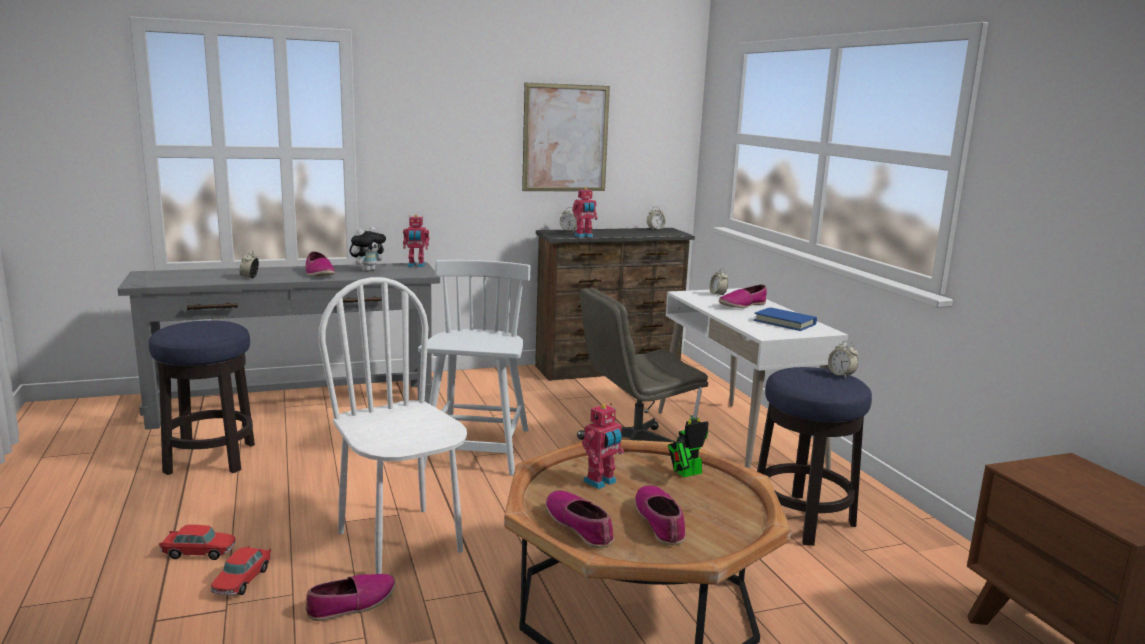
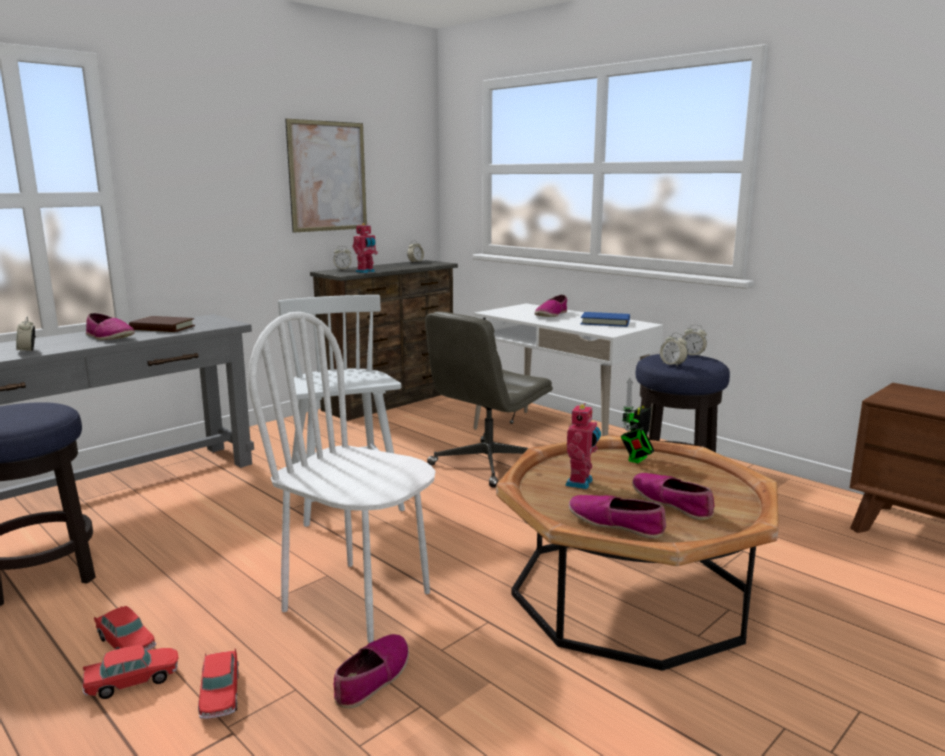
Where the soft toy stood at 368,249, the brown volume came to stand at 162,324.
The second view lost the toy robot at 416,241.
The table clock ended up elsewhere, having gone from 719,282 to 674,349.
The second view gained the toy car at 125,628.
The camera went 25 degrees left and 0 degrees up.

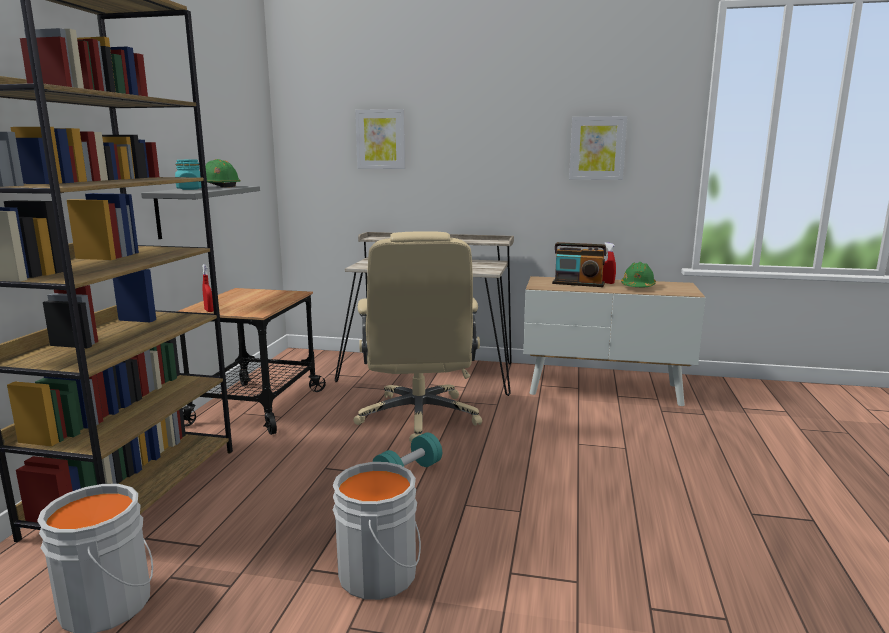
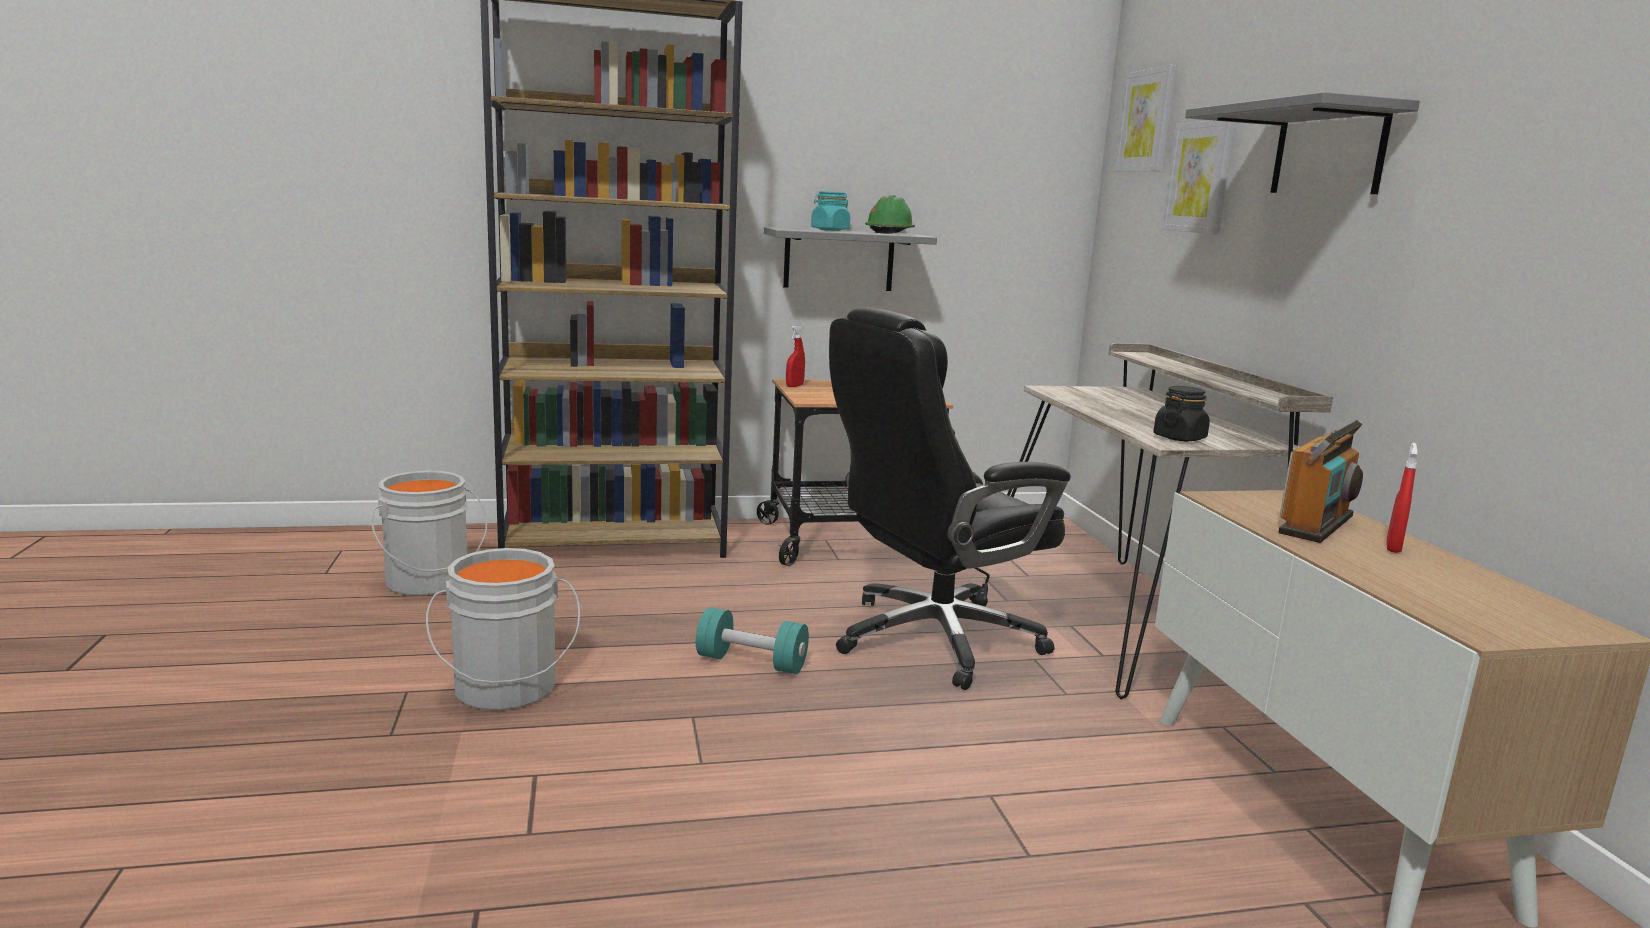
What was the beige-coloured office chair at 417,336 turned into the black office chair at 950,498.
The radio set at 579,264 ended up facing another way, 135 degrees counterclockwise from before.
The wall picture ended up elsewhere, having gone from 598,148 to 1145,118.
The second view lost the green work helmet at 638,274.
The second view gained the black preserve jar at 1181,413.
The second view gained the gray shelf at 1302,143.
The camera went 65 degrees right and 0 degrees up.

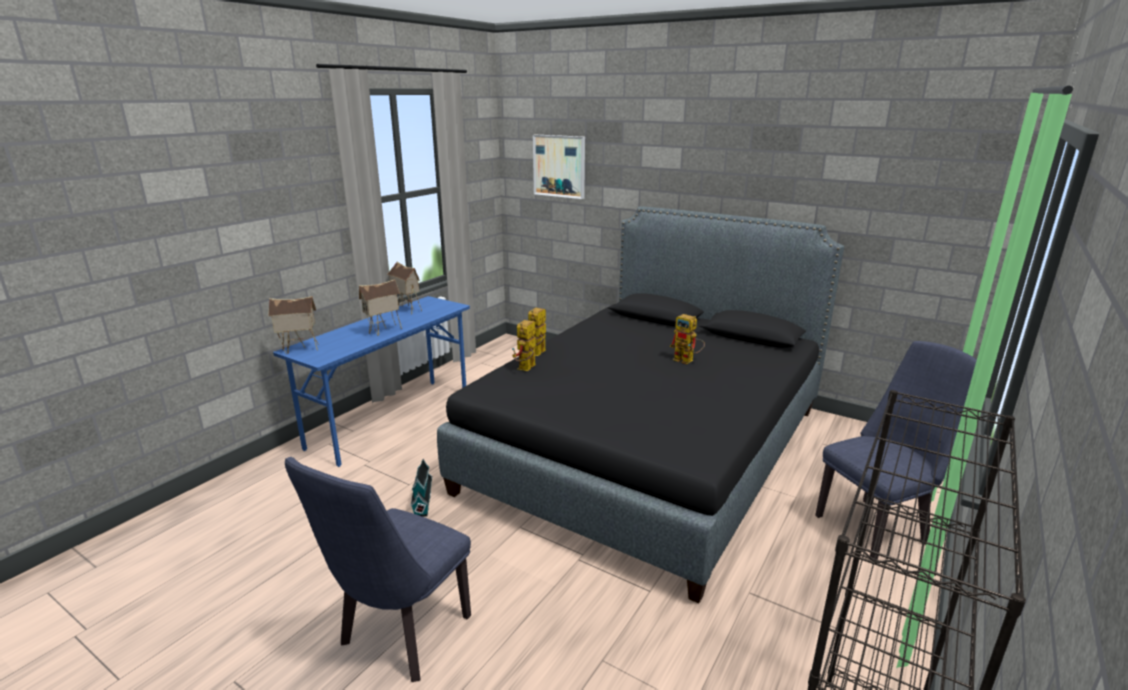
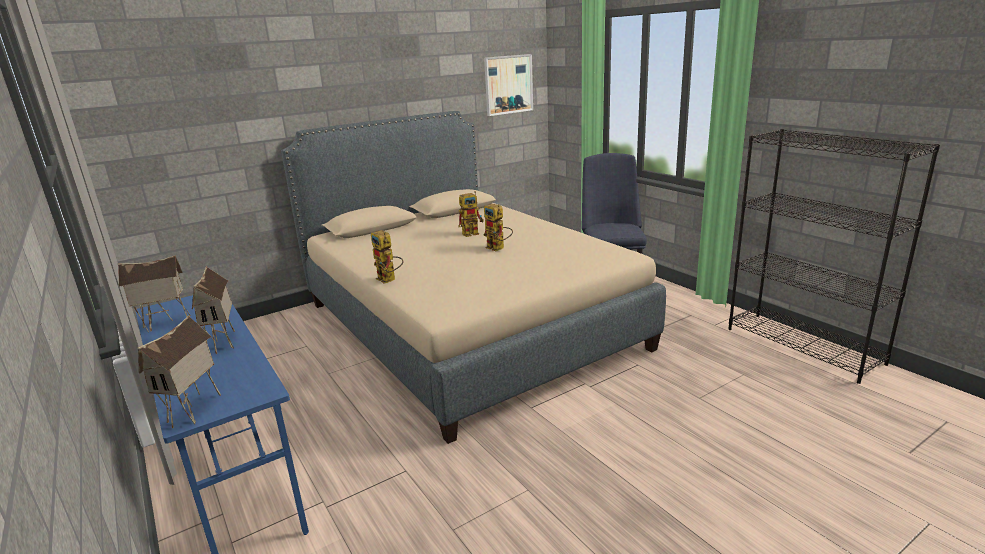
The second view lost the blue upright chair at 378,569.
The second view lost the model house at 421,488.
What was the black bed at 640,405 turned into the beige-coloured bed at 473,277.
The toy robot ended up elsewhere, having gone from 524,345 to 498,227.
The wall picture ended up elsewhere, having gone from 559,167 to 508,85.
The camera went 65 degrees left and 0 degrees up.

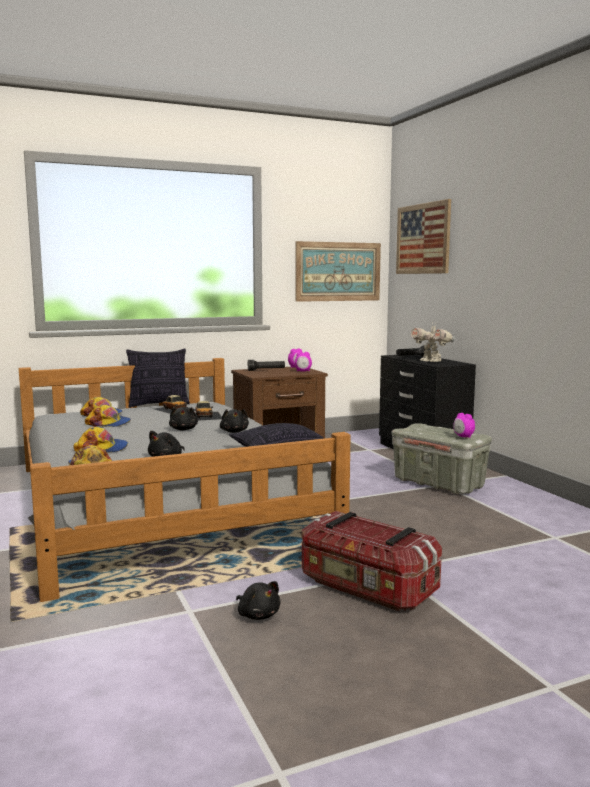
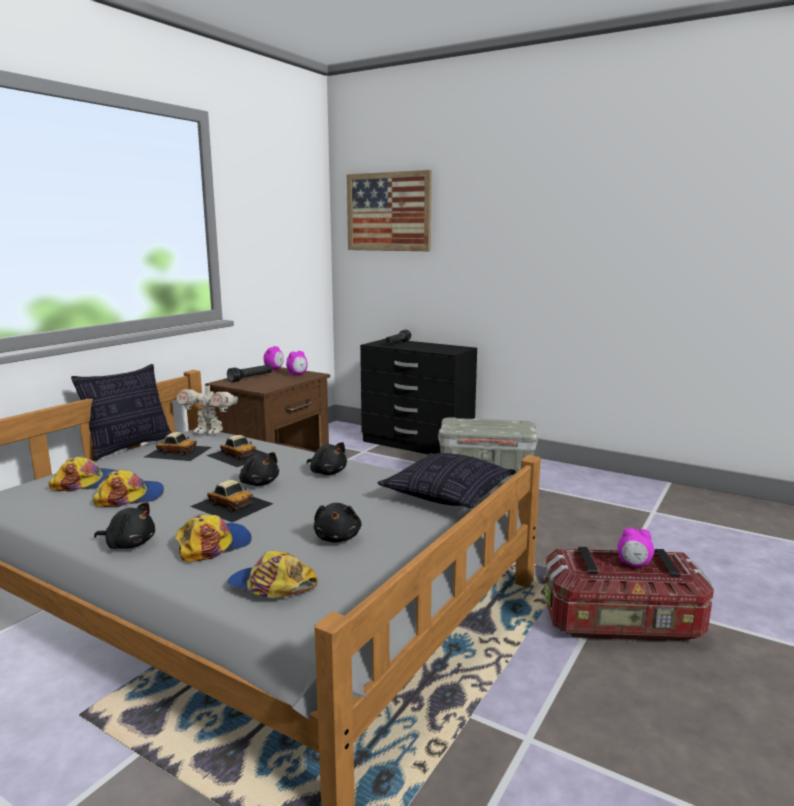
The black soft toy ended up elsewhere, having gone from 258,600 to 124,525.
The second view lost the wall picture at 338,271.
The toy robot ended up elsewhere, having gone from 433,342 to 207,408.
The table clock ended up elsewhere, having gone from 464,425 to 636,547.
The second view gained the toy car at 231,501.
The camera went 35 degrees left and 5 degrees up.

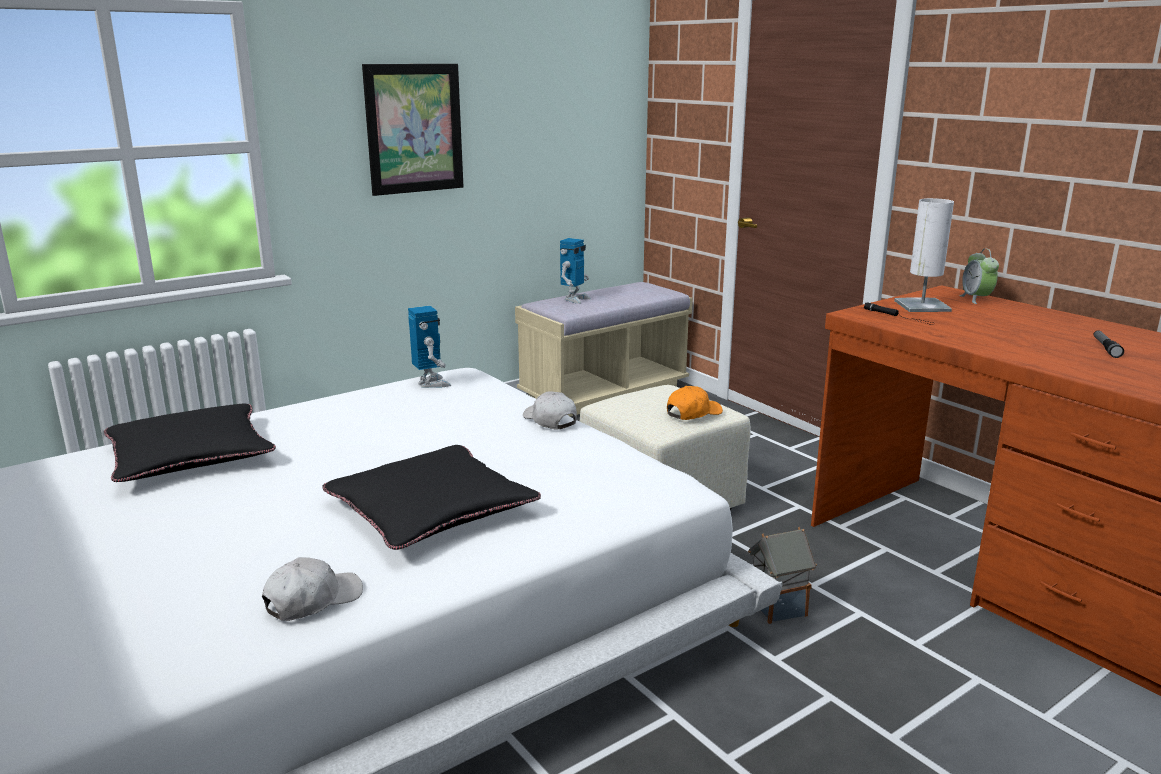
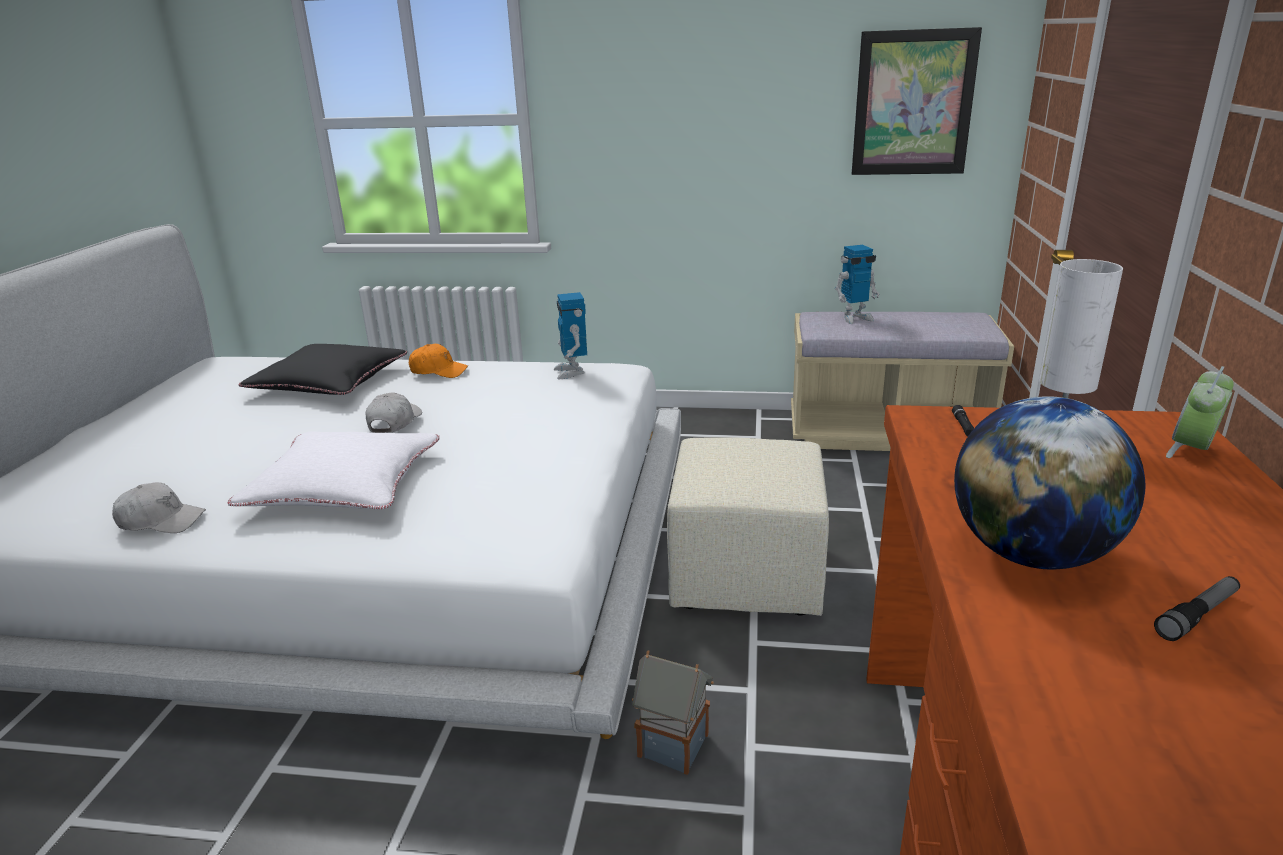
What was the black throw pillow at 431,497 turned into the white throw pillow at 334,470.
The wall picture ended up elsewhere, having gone from 413,130 to 917,101.
The toy robot at 429,347 ended up facing another way, 150 degrees clockwise from before.
The white baseball cap ended up elsewhere, having gone from 550,410 to 393,412.
The orange-coloured baseball cap ended up elsewhere, having gone from 695,403 to 438,361.
The second view gained the globe at 1050,483.
The camera went 45 degrees right and 5 degrees up.

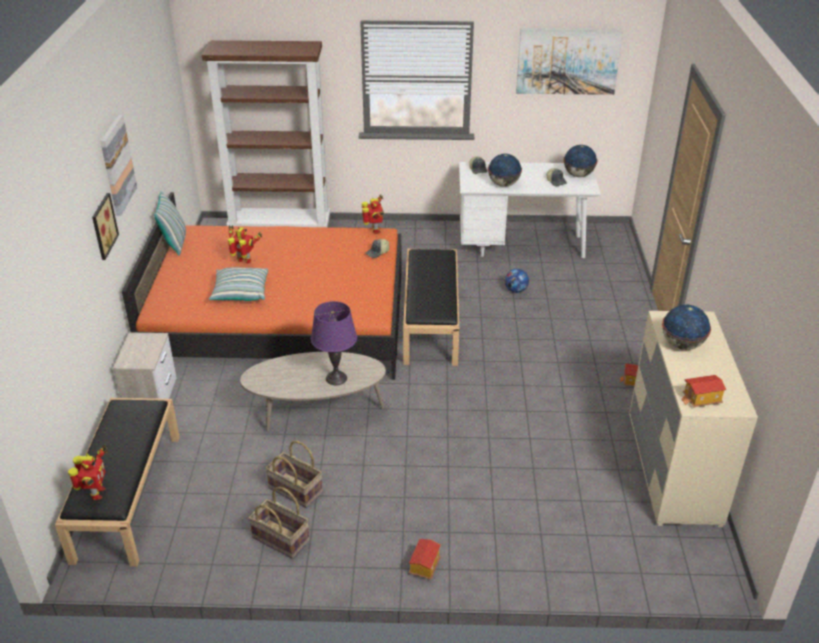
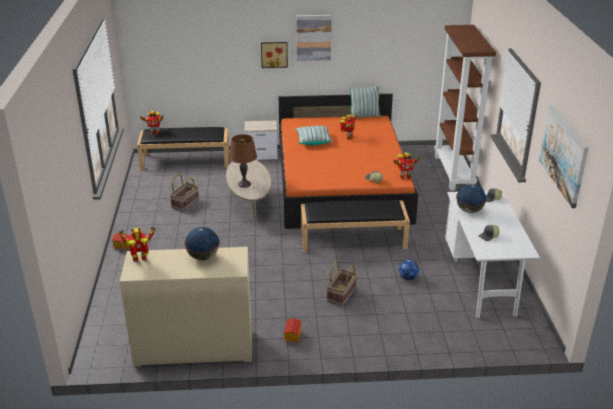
The storage basket ended up elsewhere, having gone from 279,523 to 342,283.
What was the purple tabletop lamp at 334,343 turned into the brown tabletop lamp at 243,161.
The second view lost the globe at 580,161.
Where the model house stood at 703,391, the toy robot came to stand at 137,244.
The camera went 85 degrees right and 5 degrees down.

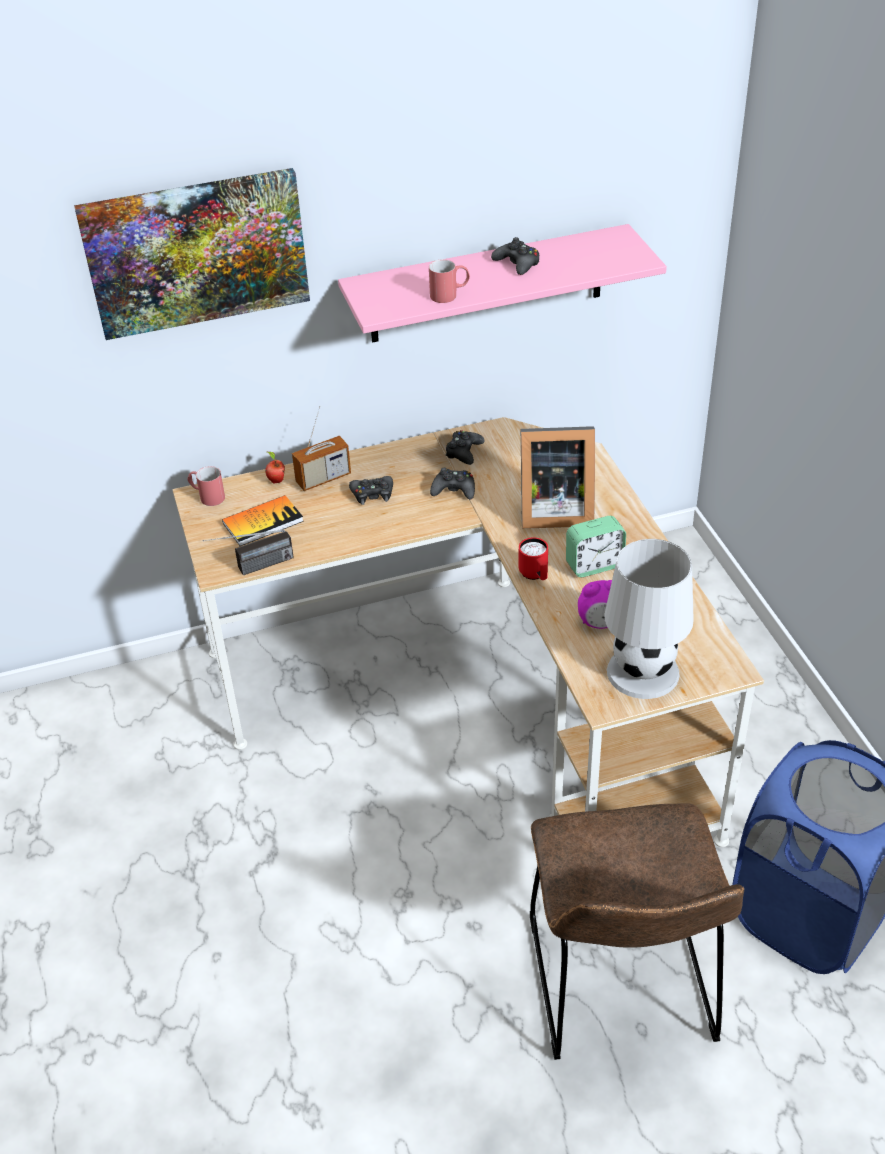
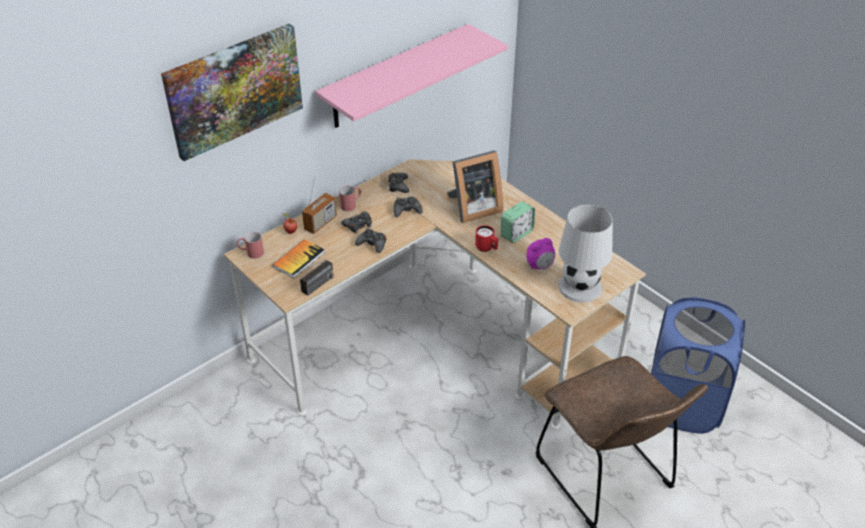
The red-coloured coffee mug ended up elsewhere, having gone from 449,281 to 350,198.
The black game controller ended up elsewhere, having gone from 515,256 to 370,240.
The camera went 25 degrees left and 0 degrees up.

